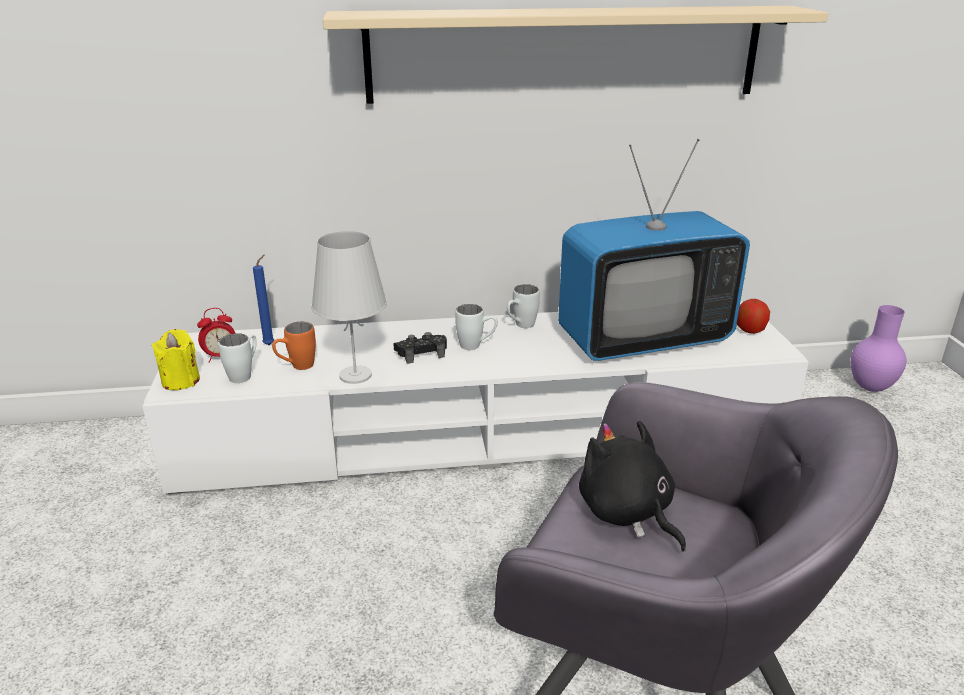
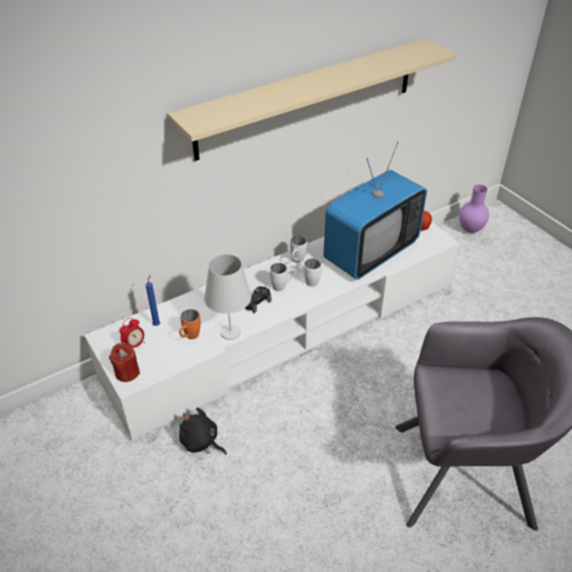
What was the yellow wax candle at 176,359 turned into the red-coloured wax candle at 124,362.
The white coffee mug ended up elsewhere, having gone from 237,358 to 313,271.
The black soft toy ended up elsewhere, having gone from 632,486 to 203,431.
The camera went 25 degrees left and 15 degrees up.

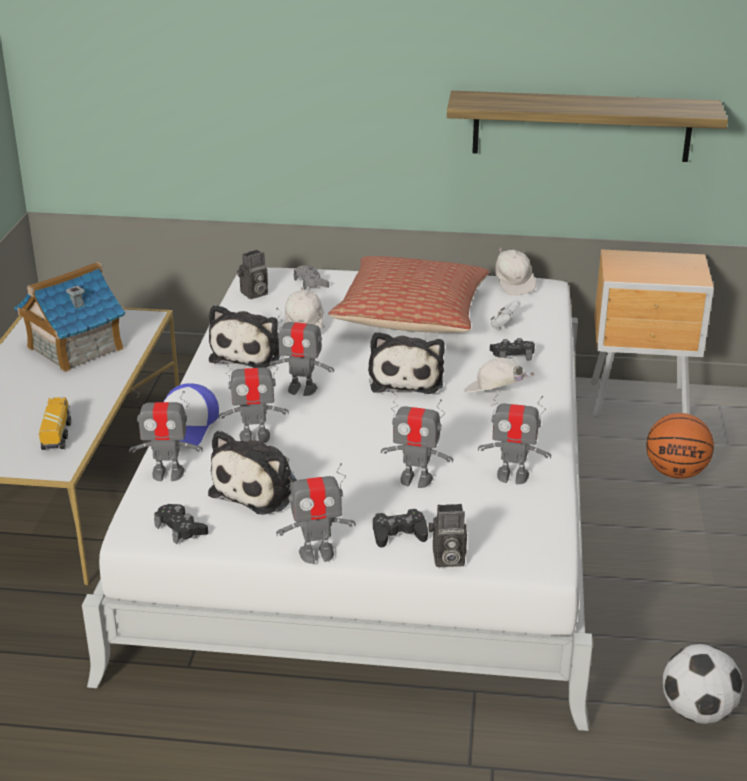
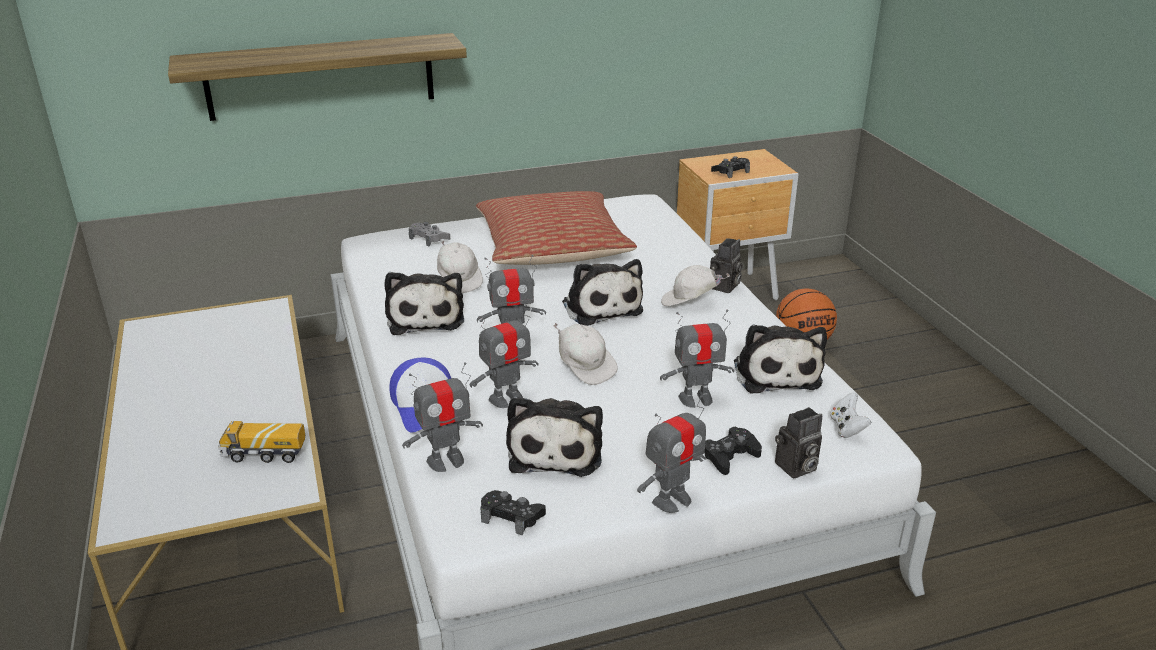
The second view lost the model house at 69,317.
The toy truck at 55,423 ended up facing another way, 60 degrees counterclockwise from before.
The photo camera ended up elsewhere, having gone from 252,274 to 726,265.
The shelf ended up elsewhere, having gone from 587,126 to 317,77.
Where the toy robot stood at 514,436, the soft toy came to stand at 780,358.
The black game controller ended up elsewhere, having gone from 512,349 to 730,167.
The white game controller ended up elsewhere, having gone from 506,314 to 850,415.
The white baseball cap ended up elsewhere, having gone from 515,271 to 585,354.
The second view lost the ball for football at 703,684.
The camera went 25 degrees left and 0 degrees up.

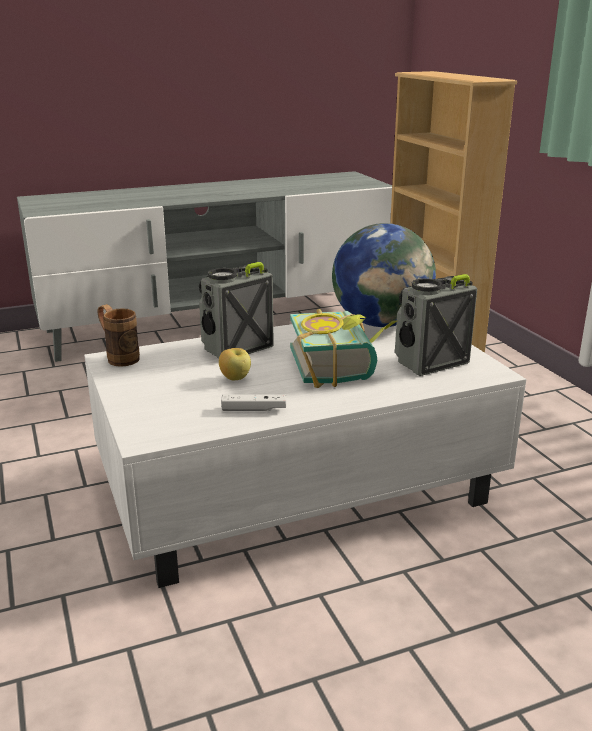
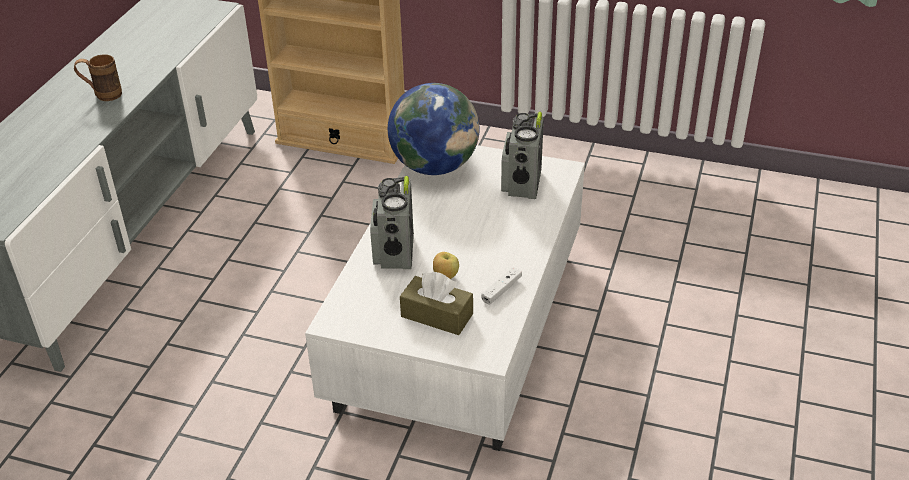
The brown coffee mug ended up elsewhere, having gone from 118,335 to 98,78.
The second view lost the volume at 343,348.
The second view gained the brown tissue holder at 436,303.
The camera went 50 degrees left and 15 degrees up.

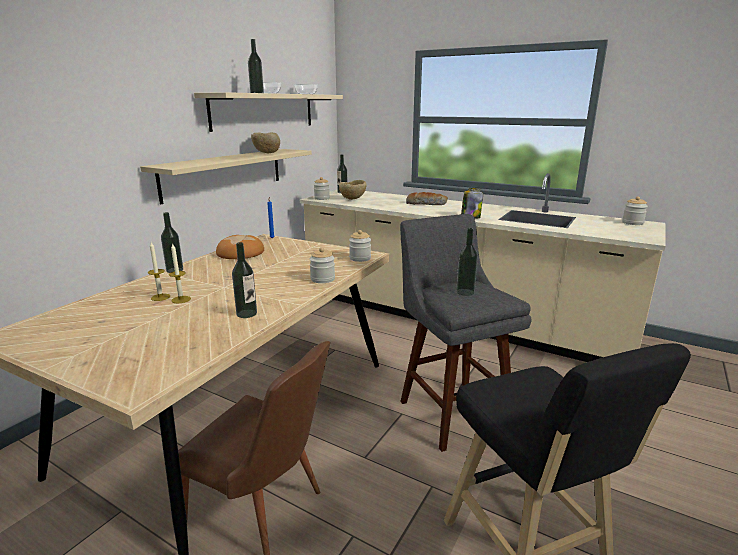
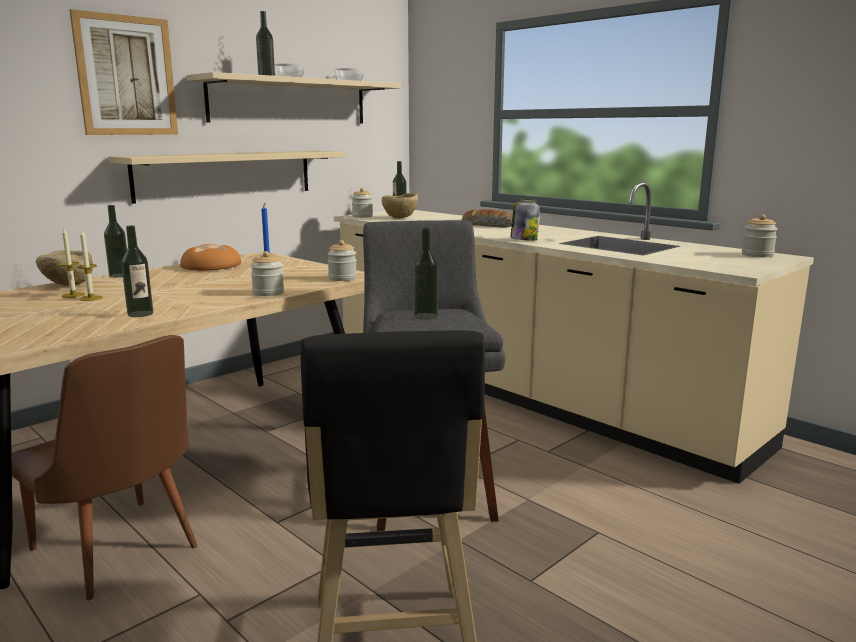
The beige-coloured serving bowl ended up elsewhere, having gone from 265,143 to 64,268.
The second view gained the wall picture at 124,72.
The camera went 15 degrees right and 5 degrees down.

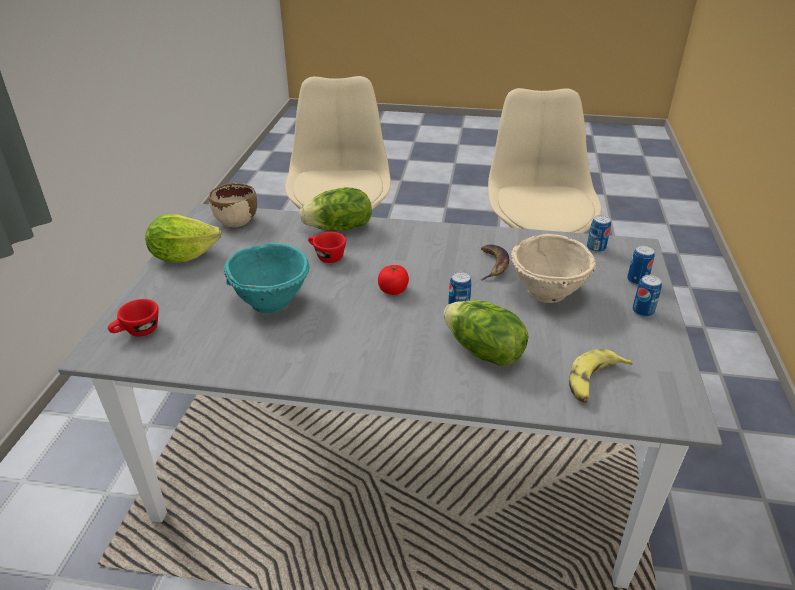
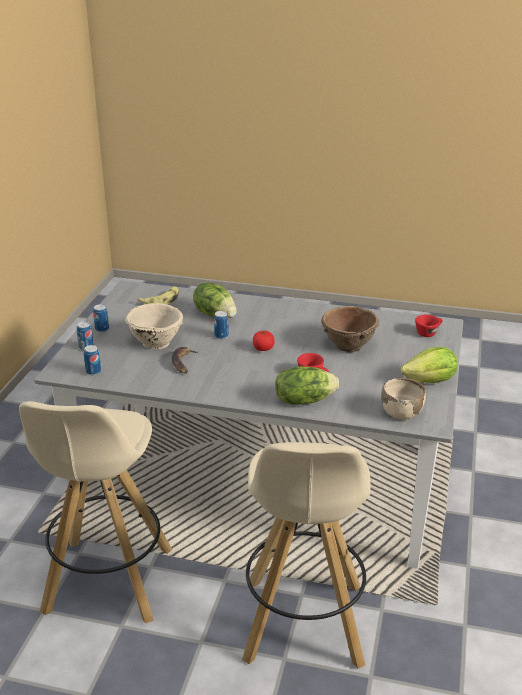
What was the blue-green serving bowl at 267,278 turned into the brown serving bowl at 350,329.
The camera went 175 degrees left and 5 degrees down.

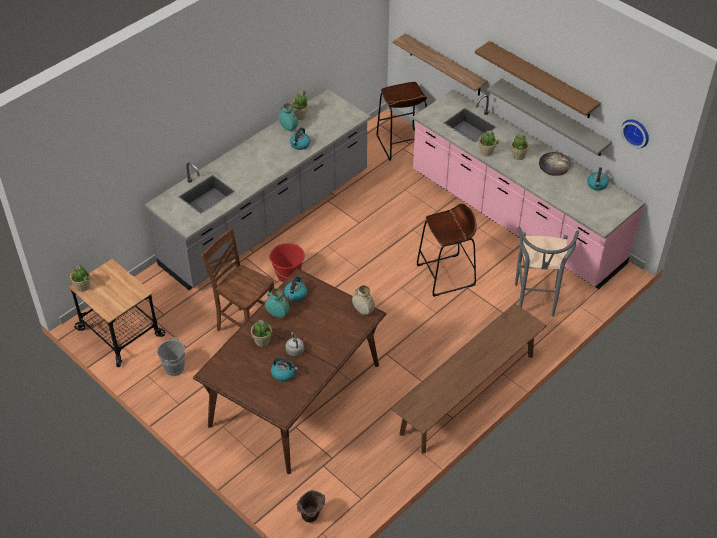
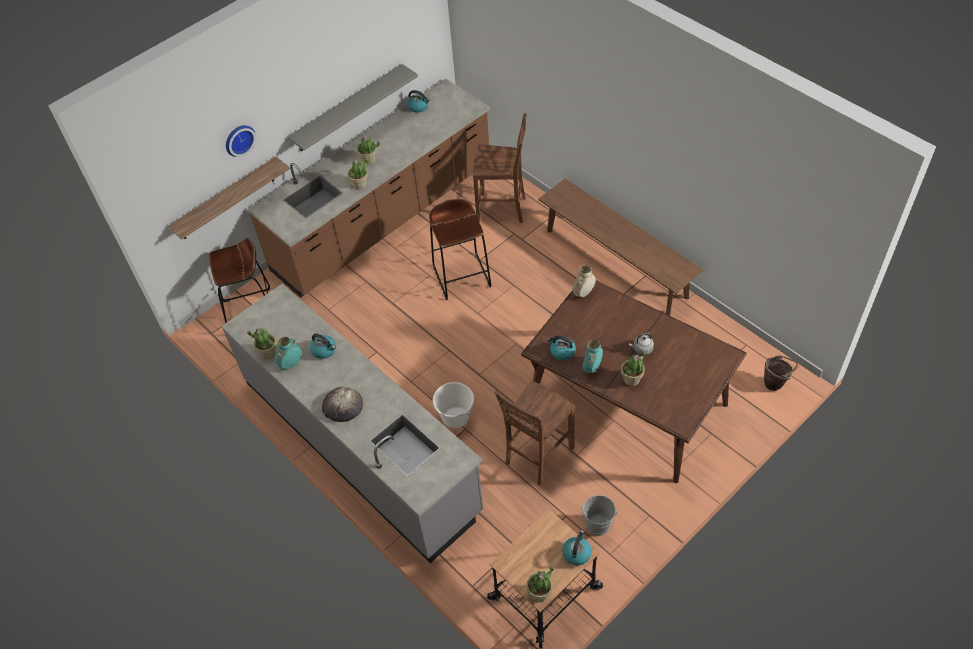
What was the red-coloured bucket at 287,262 turned into the white bucket at 453,405.
The water kettle ended up elsewhere, having gone from 284,370 to 577,547.
What was the pinkish counter at 528,189 turned into the brown counter at 368,188.
The second view lost the brown shelf at 538,79.
Where the gray stool stood at 547,271, the brown upright chair came to stand at 500,168.
The bakery bread ended up elsewhere, having gone from 555,164 to 342,404.
The clock on the wall ended up elsewhere, having gone from 635,133 to 241,141.
The camera went 85 degrees left and 5 degrees up.

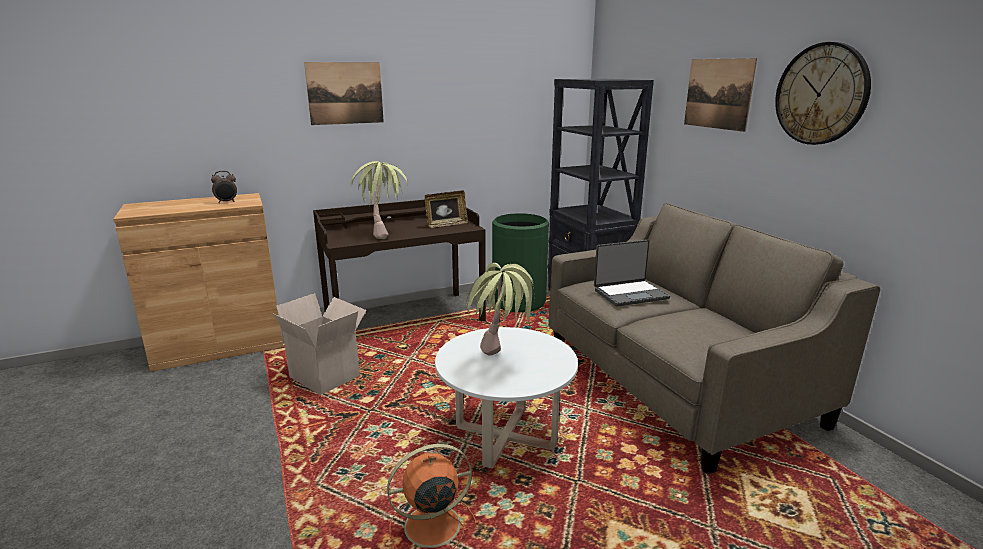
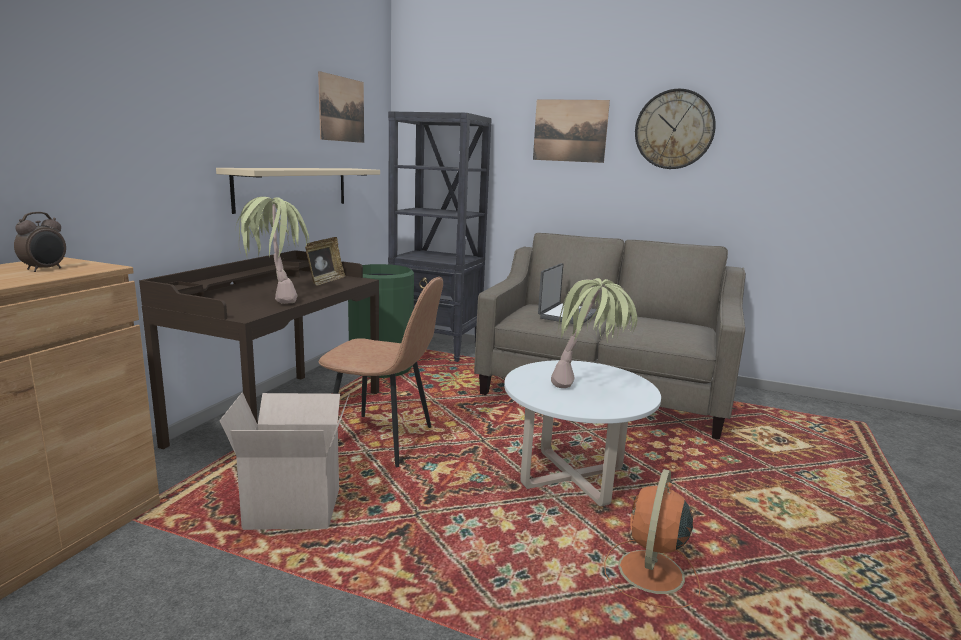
The wall picture ended up elsewhere, having gone from 344,93 to 341,107.
The second view gained the beige-coloured shelf at 298,191.
The second view gained the brown upright chair at 381,372.
The camera went 45 degrees left and 5 degrees down.

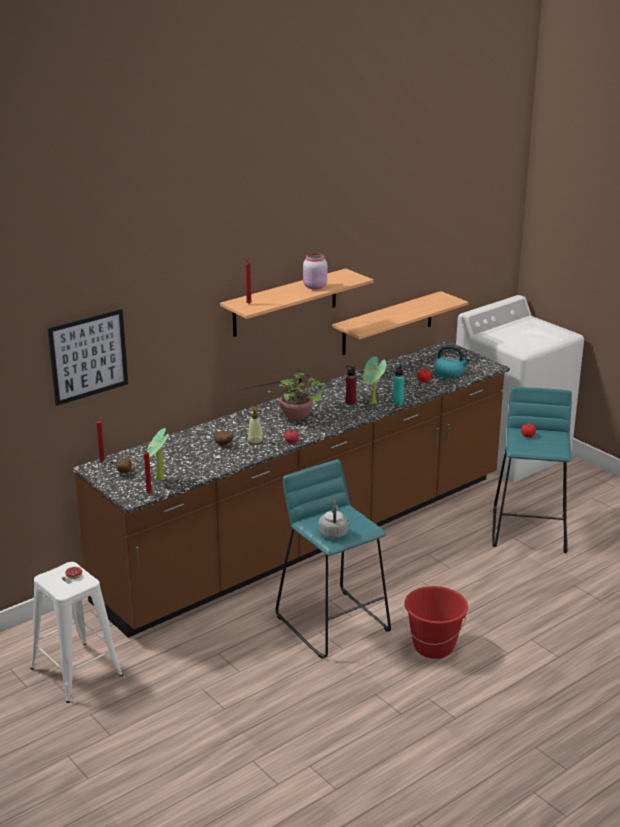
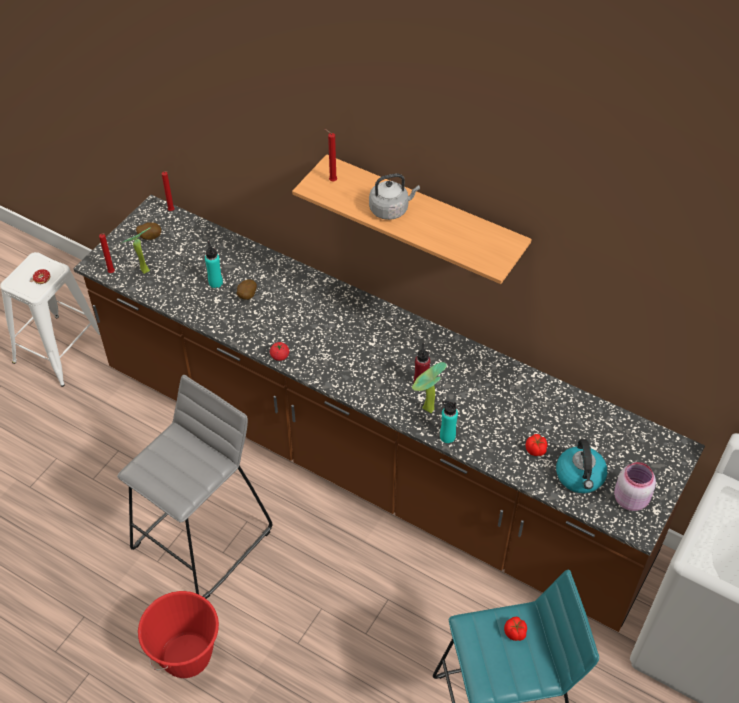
The second view lost the wall picture at 87,357.
The second view lost the potted plant at 281,394.
The second view lost the soap bottle at 255,425.
What was the blue-green stool at 333,558 turned into the gray stool at 194,487.
The pinkish preserve jar ended up elsewhere, having gone from 315,271 to 635,486.
The gray water kettle ended up elsewhere, having gone from 333,519 to 394,196.
The second view lost the shelf at 400,323.
The second view gained the blue-green drink bottle at 214,265.
The camera went 70 degrees right and 25 degrees up.

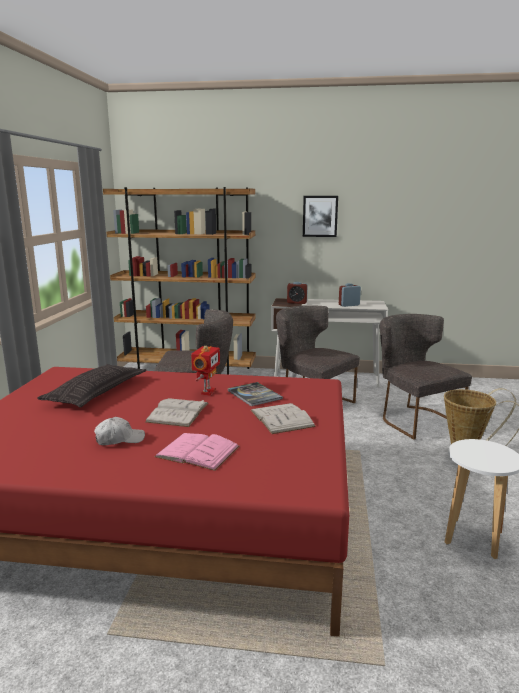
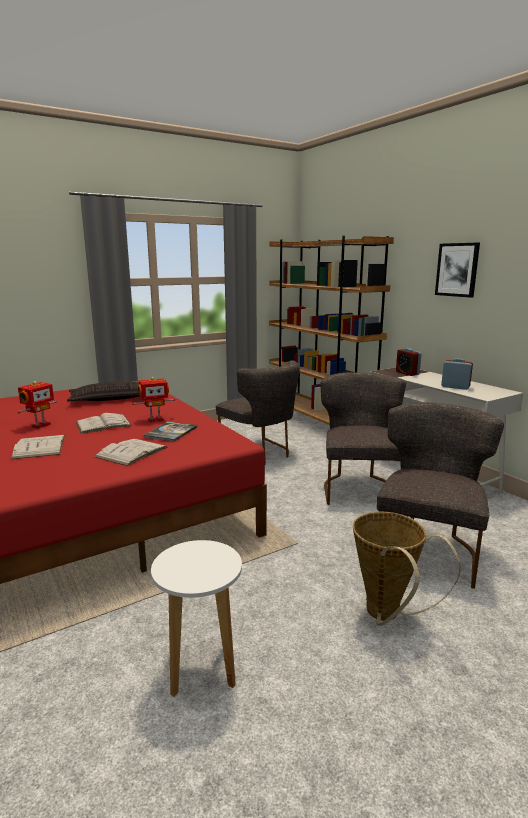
Where the white baseball cap stood at 119,431, the toy robot came to stand at 37,405.
What was the pinkish volume at 197,452 turned into the white volume at 38,447.
The camera went 50 degrees right and 0 degrees up.

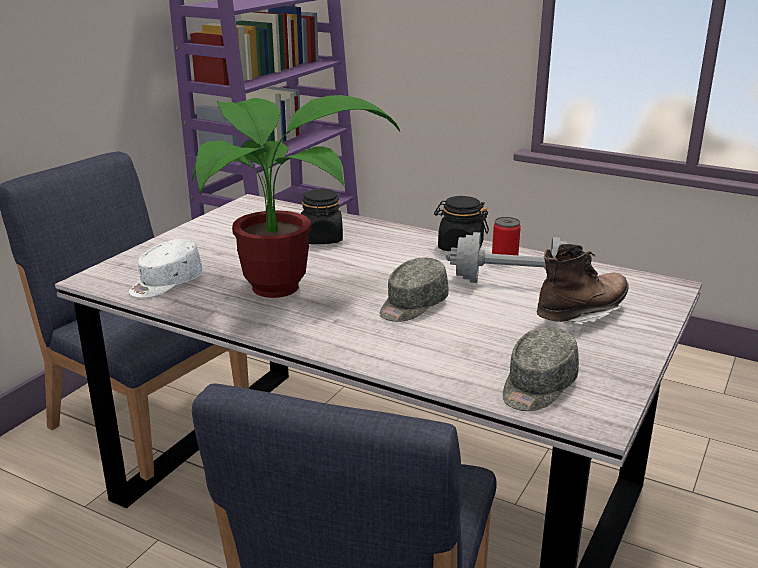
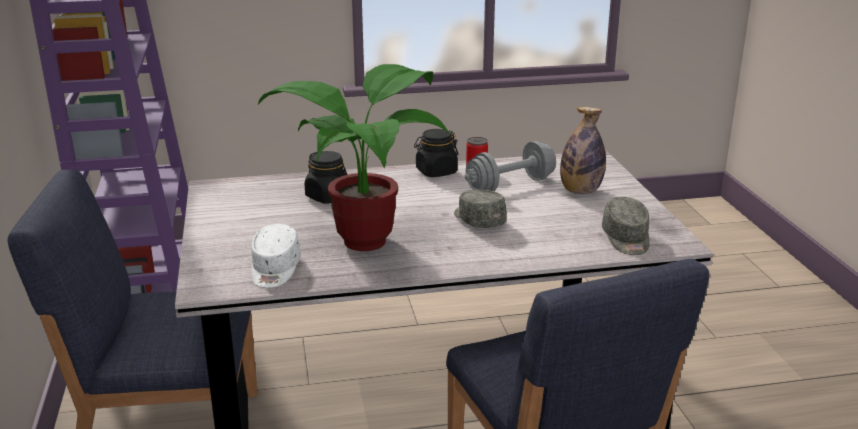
The gray baseball cap at 414,290 ended up facing another way, 150 degrees clockwise from before.
Where the brown high-top boot stood at 583,288, the drink bottle came to stand at 583,150.
The camera went 40 degrees left and 0 degrees up.

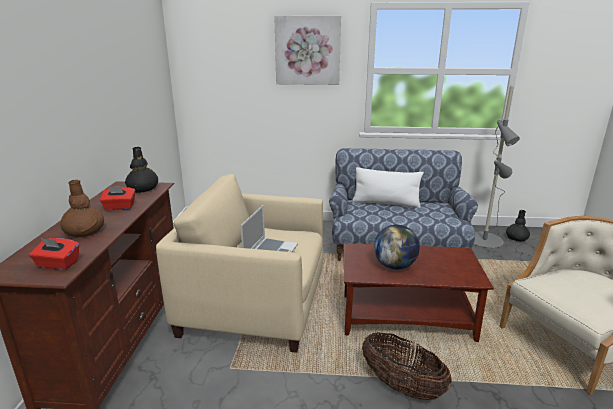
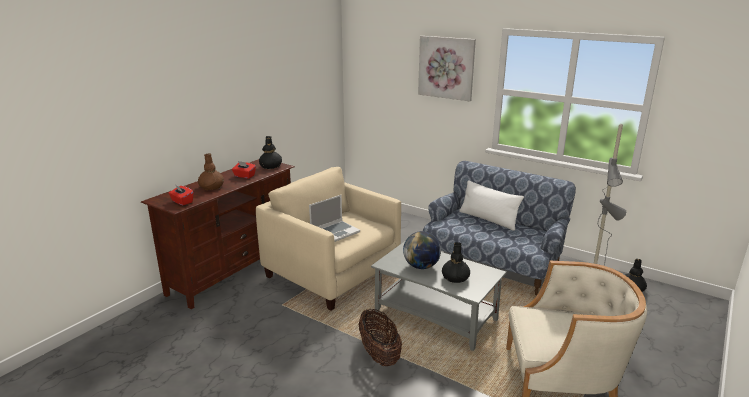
What was the brown coffee table at 419,292 turned into the gray coffee table at 439,296.
The second view gained the black decorative vase at 456,262.
The camera went 30 degrees right and 0 degrees up.

